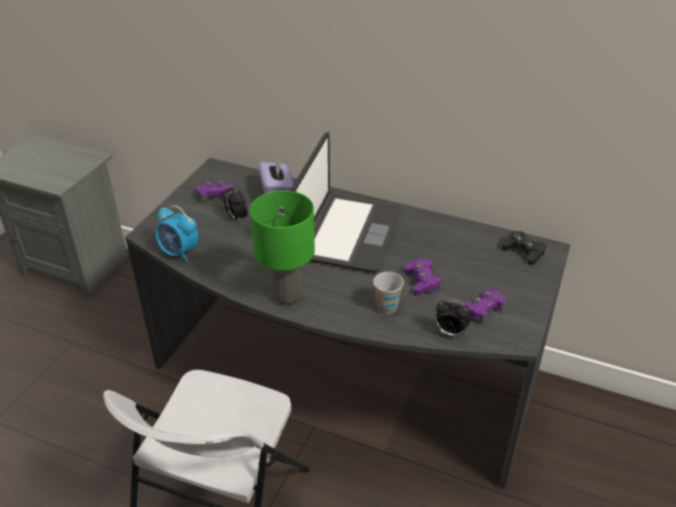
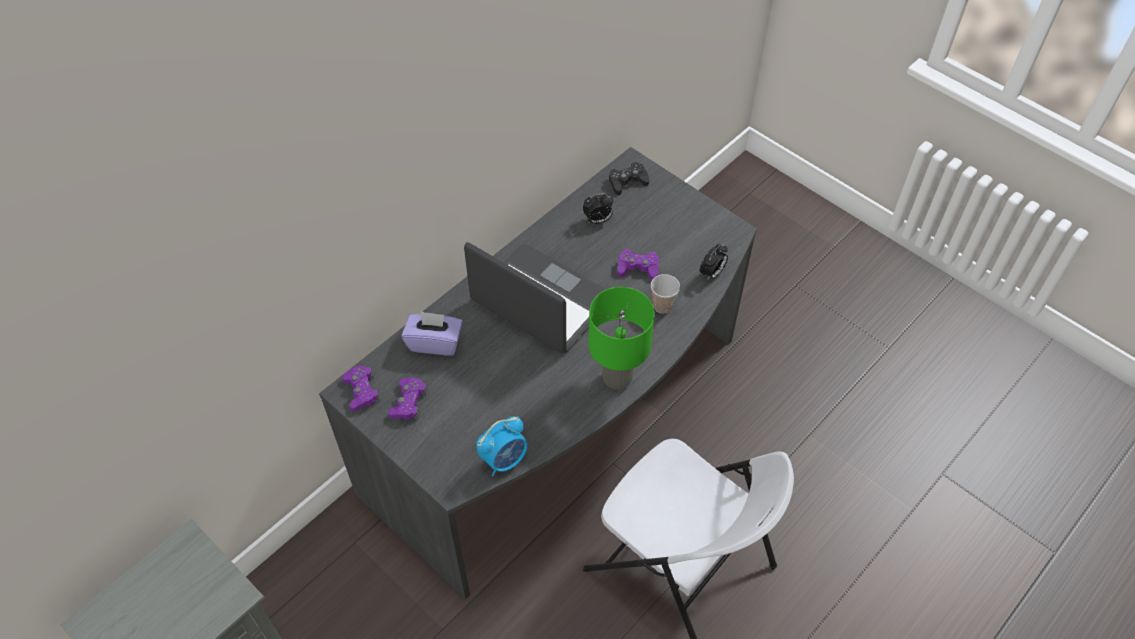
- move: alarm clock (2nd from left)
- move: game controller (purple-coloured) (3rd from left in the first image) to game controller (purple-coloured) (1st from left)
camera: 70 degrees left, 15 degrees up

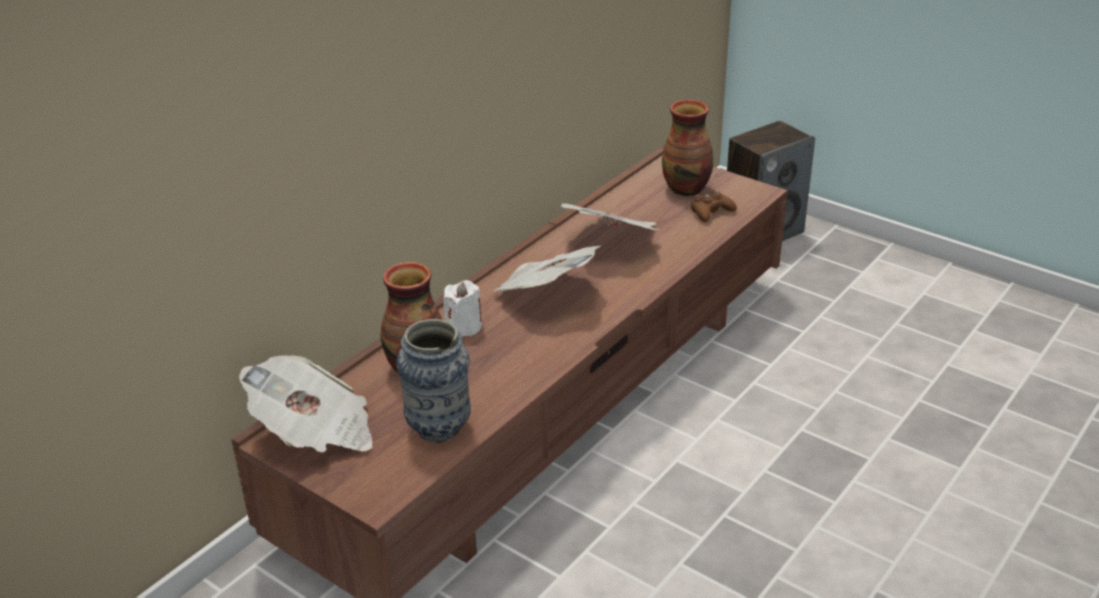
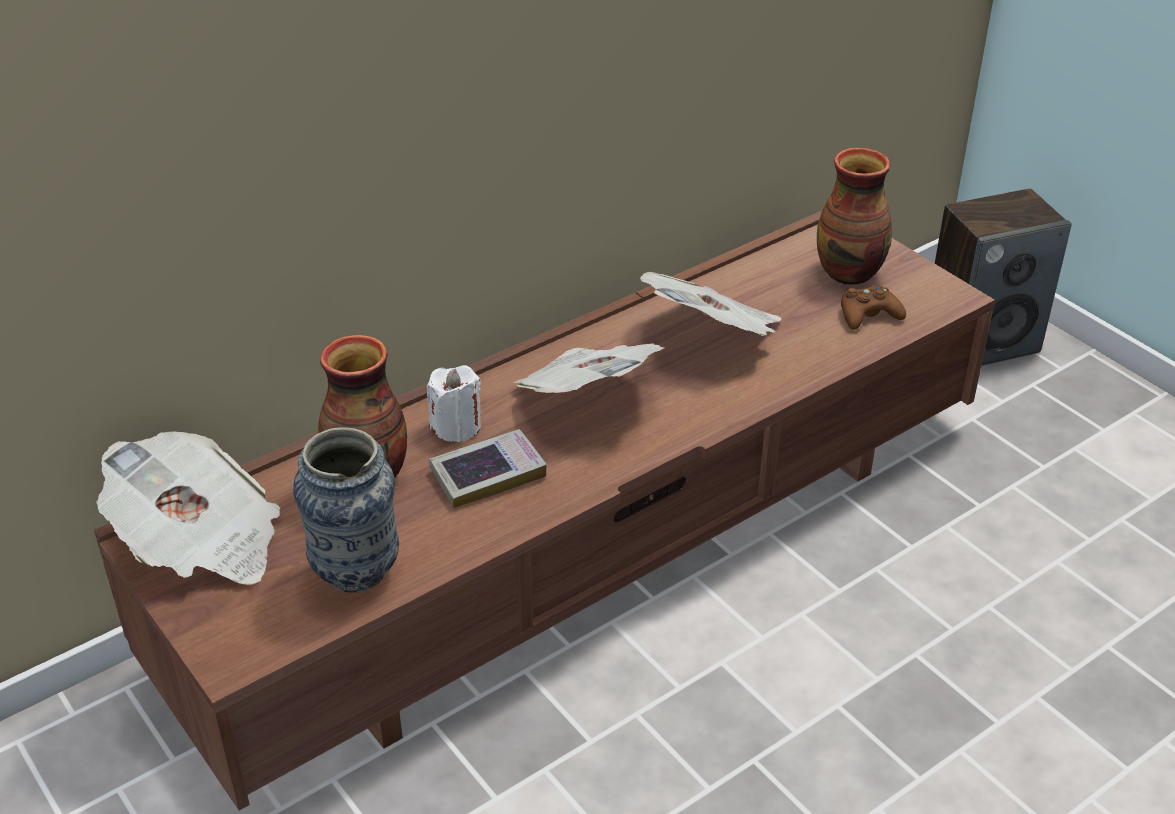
- insert: volume
camera: 15 degrees right, 5 degrees up

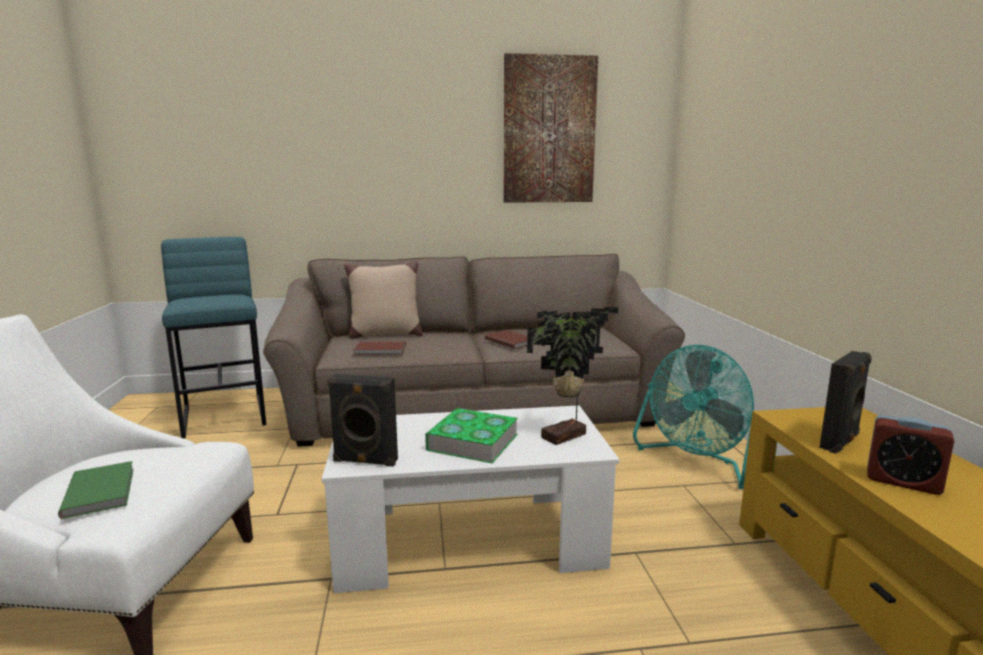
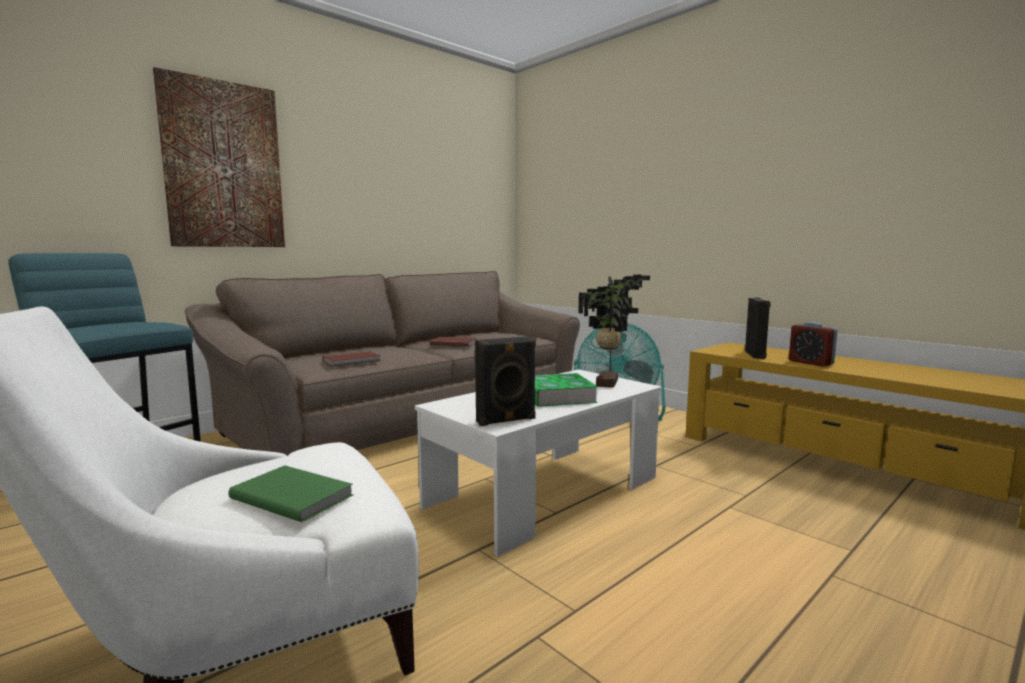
- delete: pillow (sand-coloured)
- move: wall art
- rotate: alarm clock 60 degrees clockwise
camera: 35 degrees left, 5 degrees down

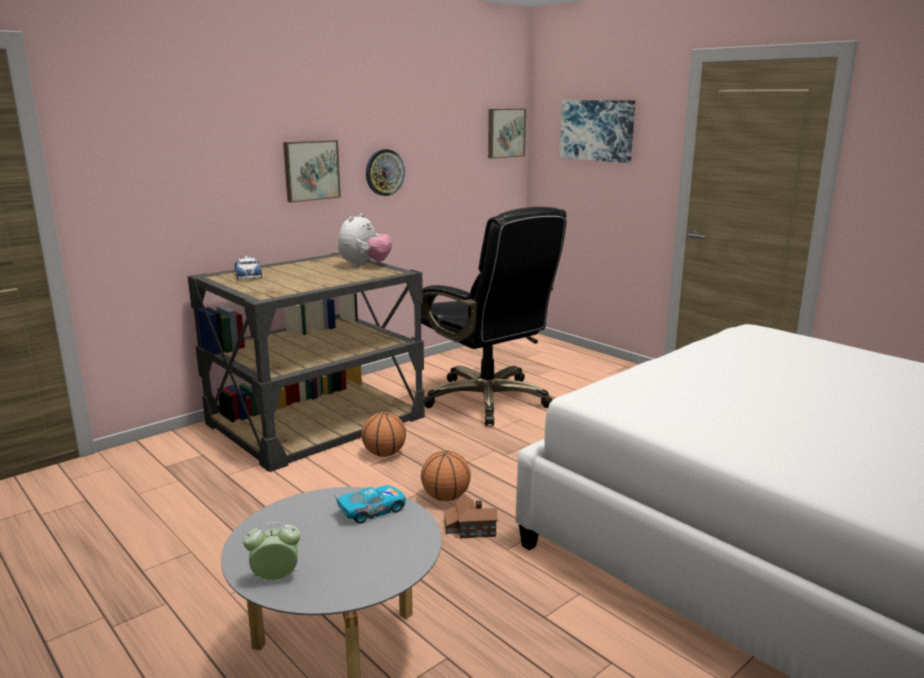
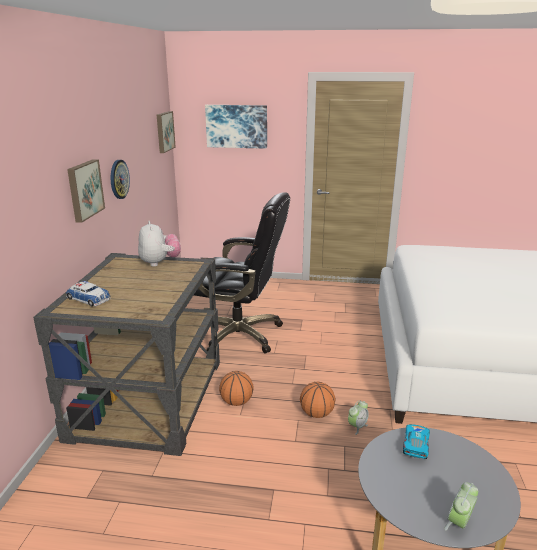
- replace: toy house to alarm clock (1st from left)
camera: 40 degrees left, 5 degrees up

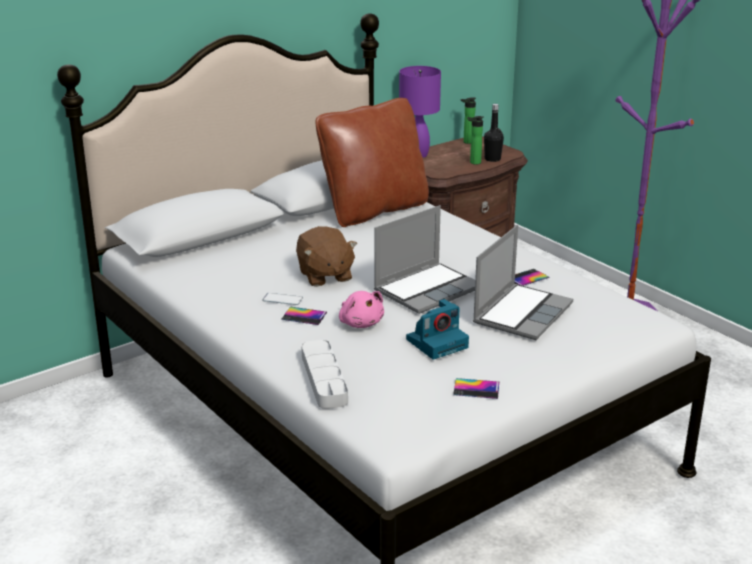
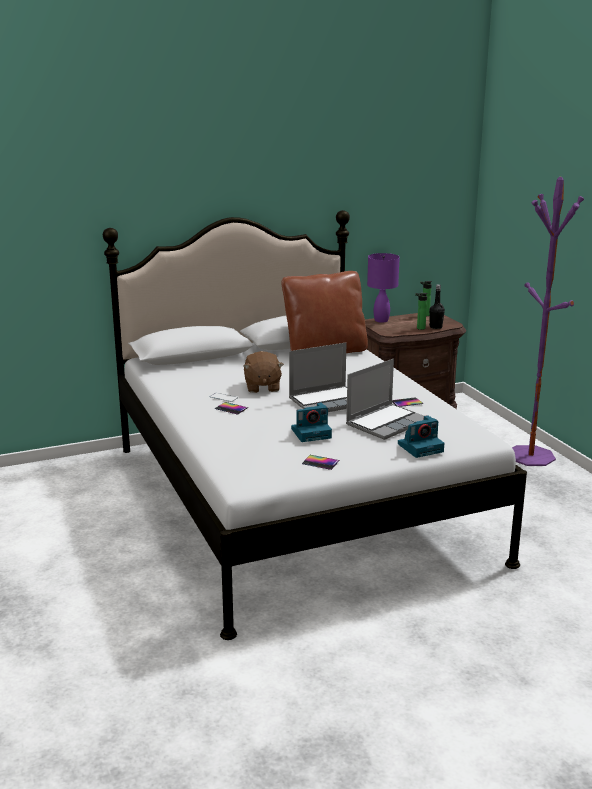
- delete: tray (greyish)
- delete: plush toy (pink)
- insert: photo camera (2nd from left)
camera: 15 degrees right, 5 degrees down

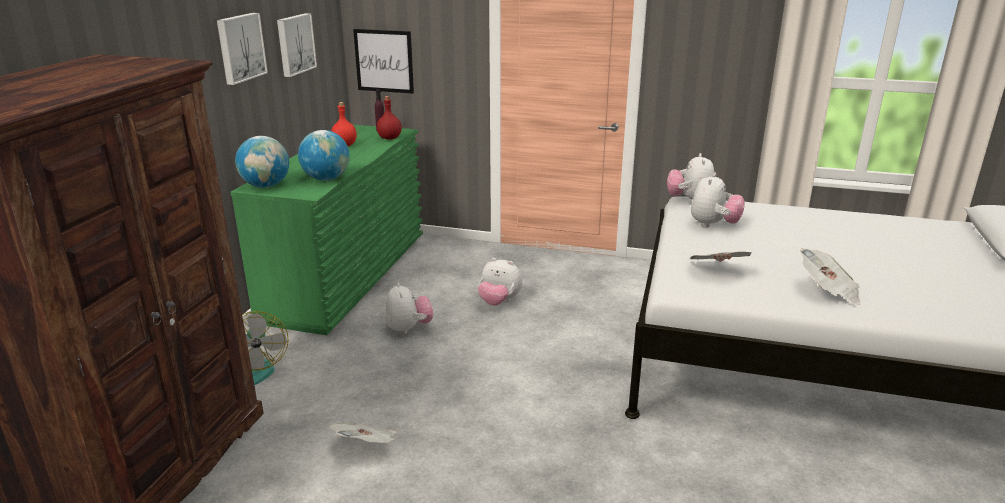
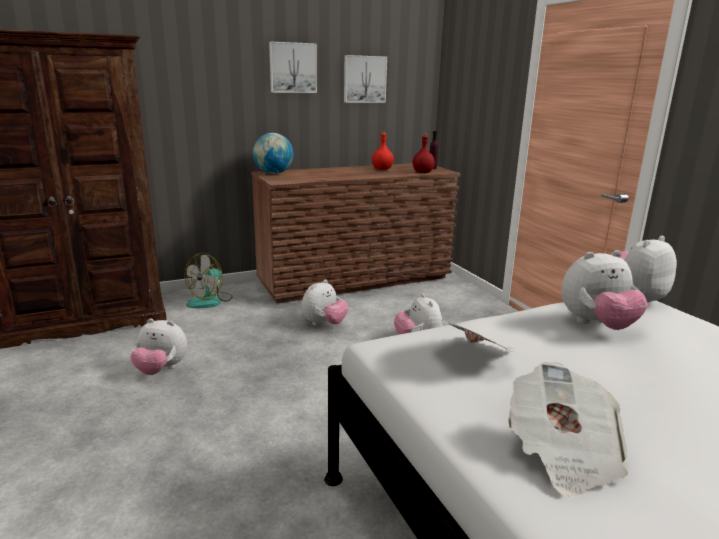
- delete: globe (2nd from left)
- delete: wall art (3rd from left)
- replace: newspaper (1st from left) to plush toy (1st from left)
- recolor: chest of drawers (greenish) to chest of drawers (brown)
camera: 50 degrees right, 5 degrees down

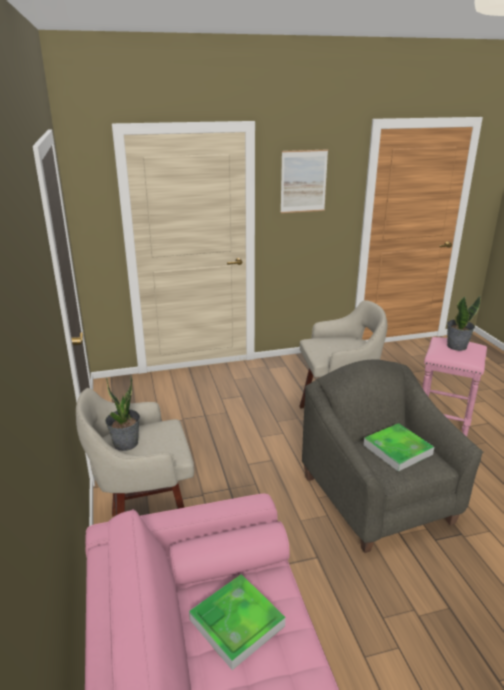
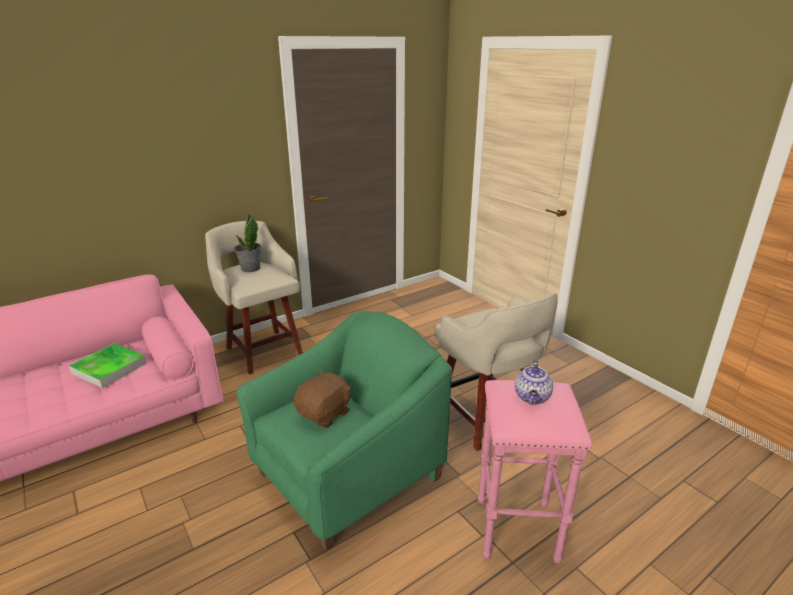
- delete: wall art
- replace: tray (2nd from left) to plush toy (brown)
- replace: potted plant (2nd from left) to teapot
- recolor: easy chair (greyish) to easy chair (greenish)
camera: 70 degrees right, 0 degrees up

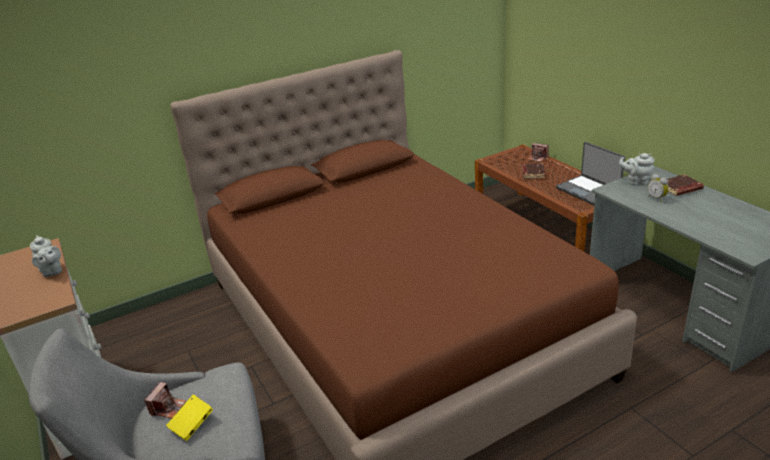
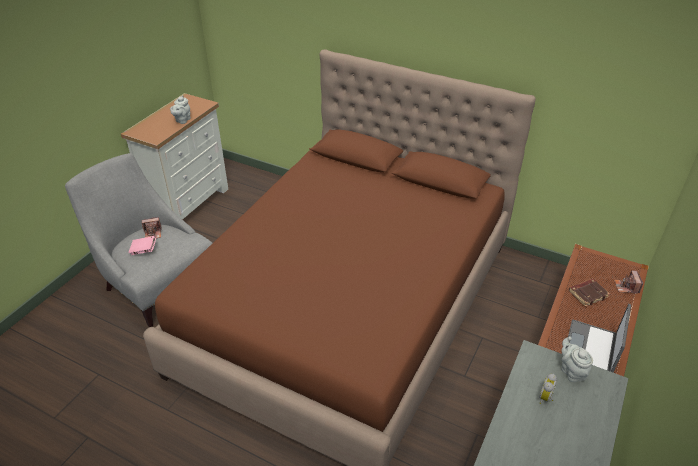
- delete: volume (brown) (2nd from left)
- recolor: volume (yellowish) to volume (pink)
camera: 55 degrees right, 10 degrees up

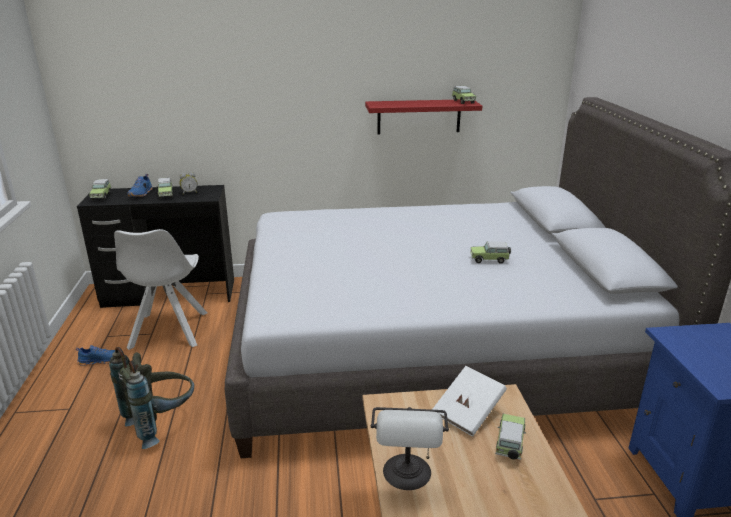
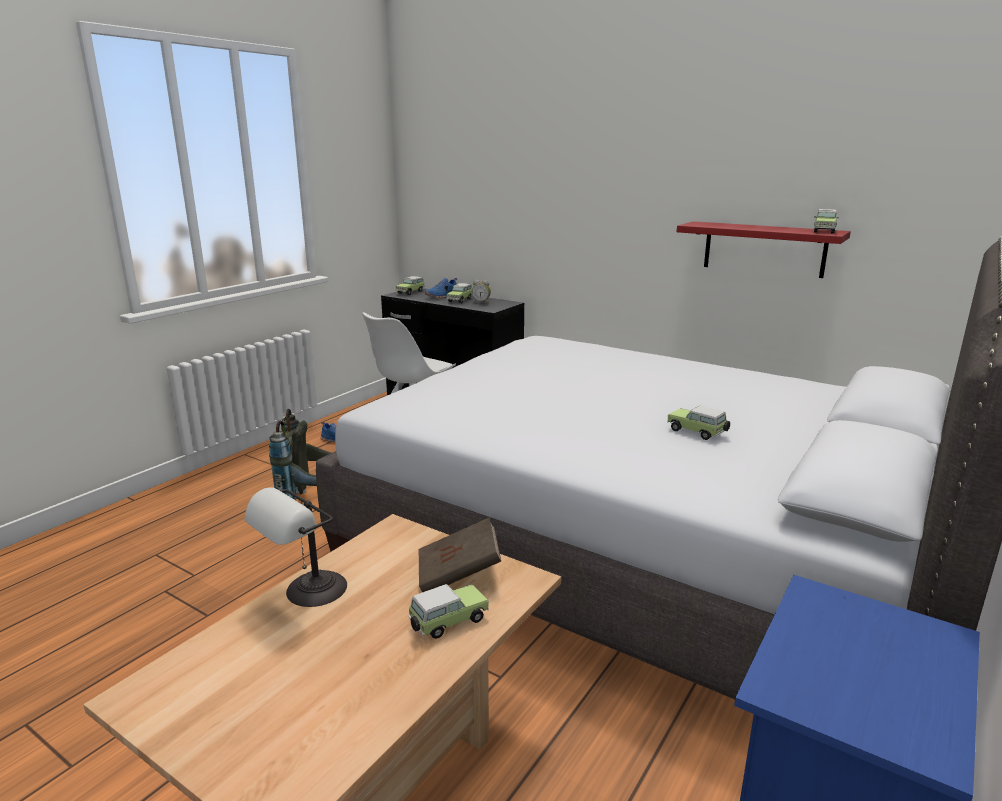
- recolor: volume (whitish) to volume (brown)
camera: 40 degrees right, 5 degrees down

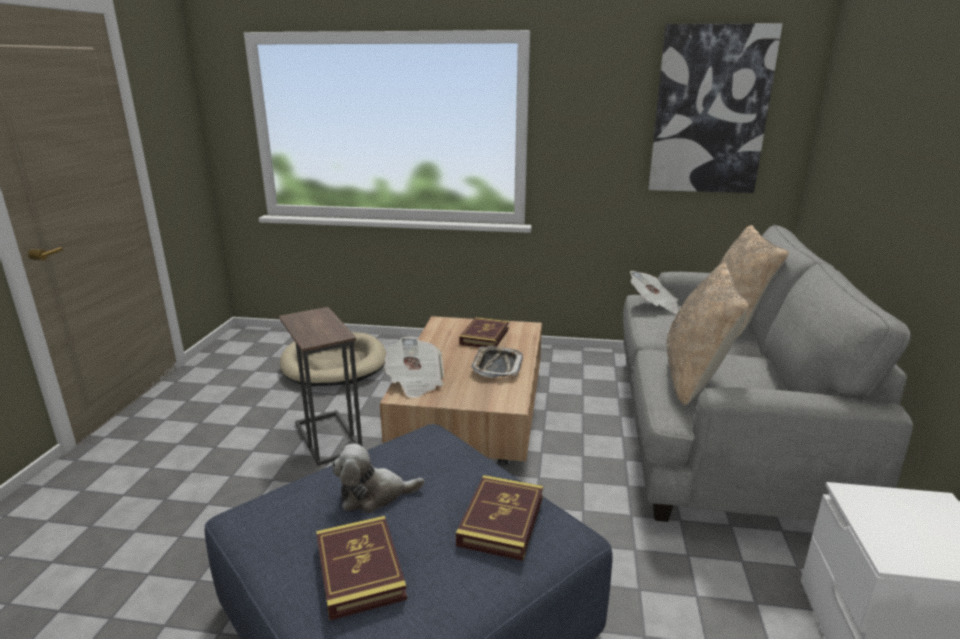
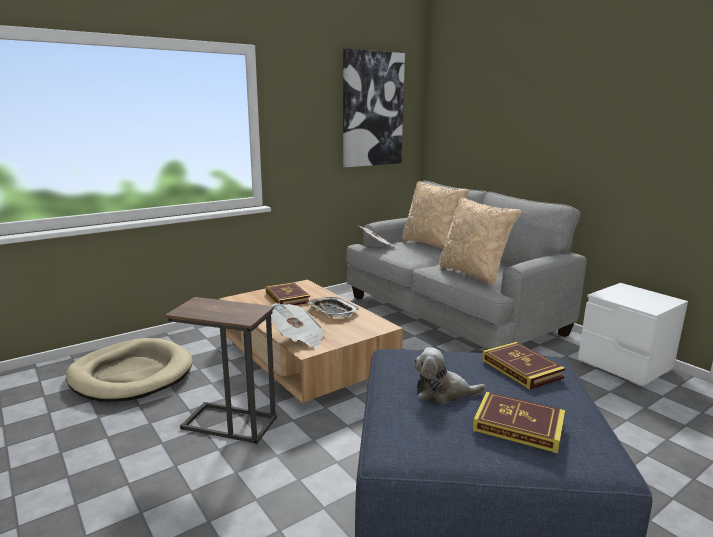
- rotate: plush toy 60 degrees clockwise
camera: 45 degrees left, 5 degrees down

